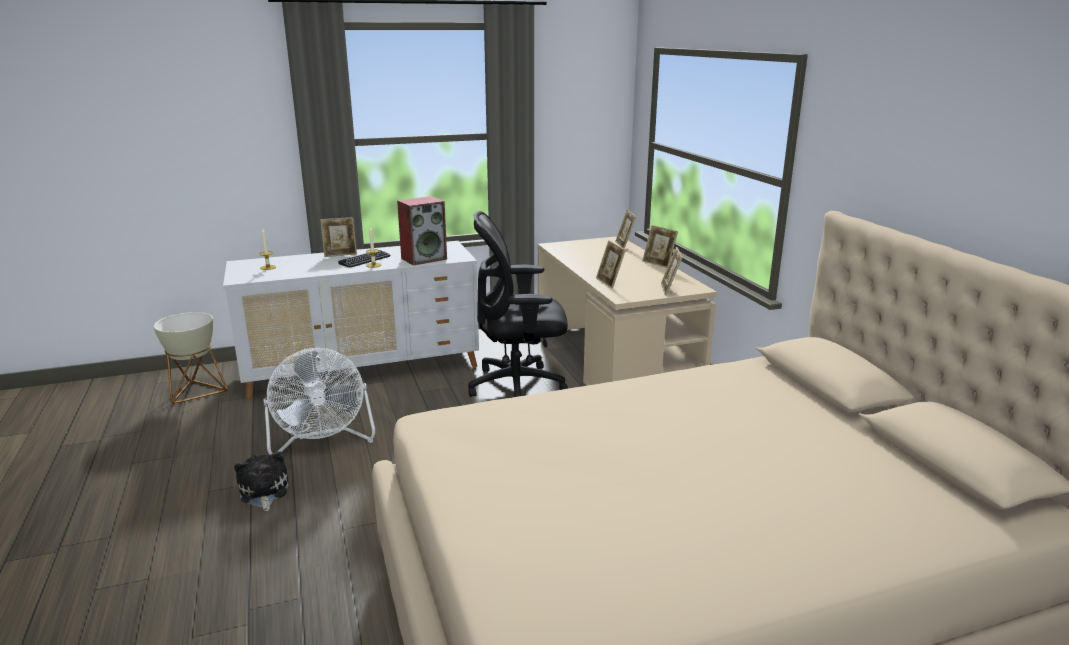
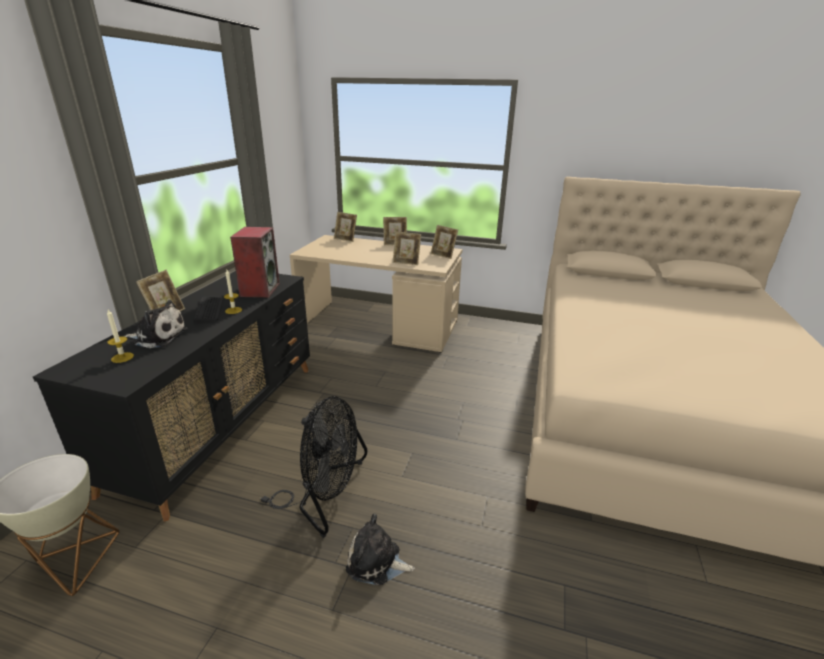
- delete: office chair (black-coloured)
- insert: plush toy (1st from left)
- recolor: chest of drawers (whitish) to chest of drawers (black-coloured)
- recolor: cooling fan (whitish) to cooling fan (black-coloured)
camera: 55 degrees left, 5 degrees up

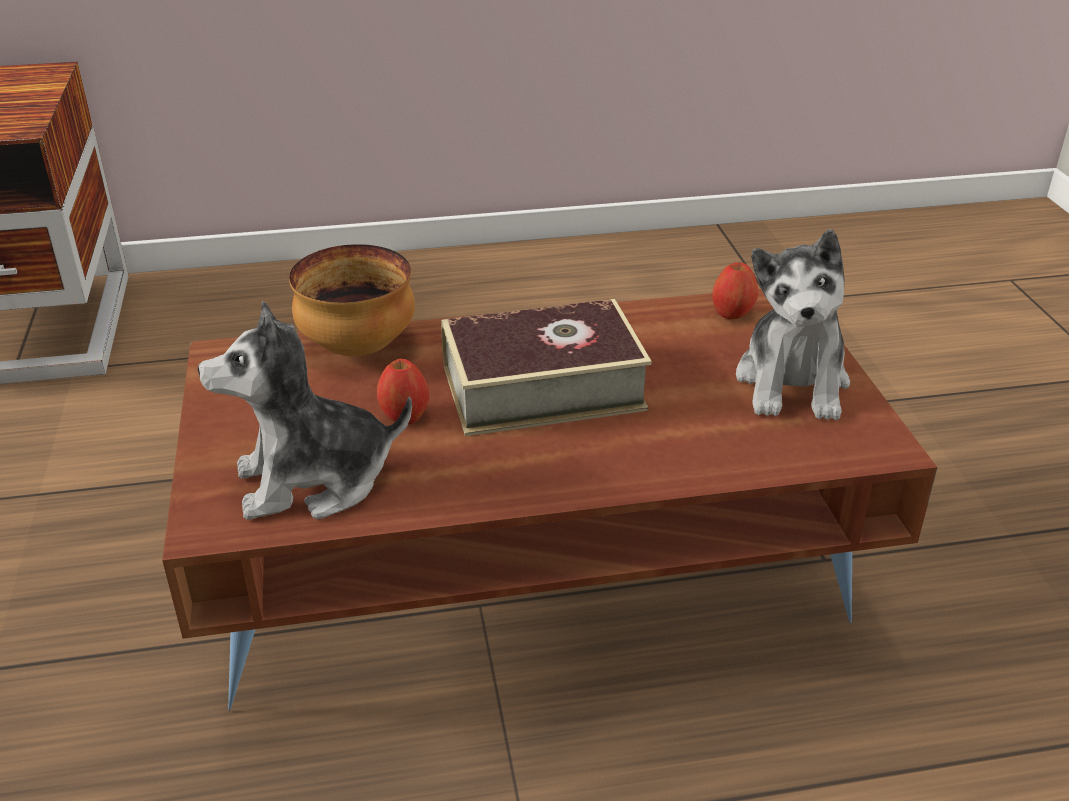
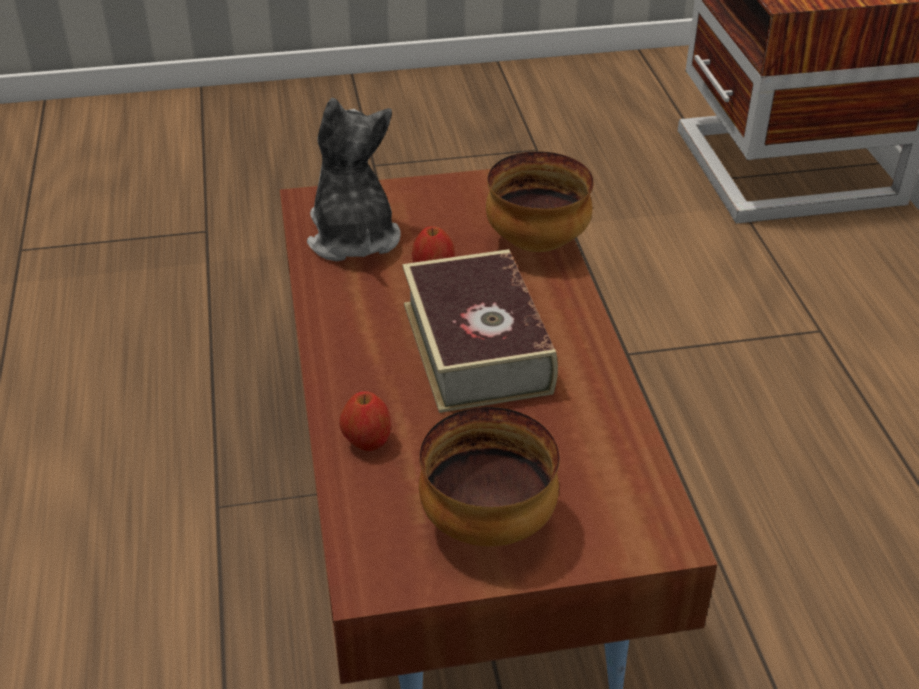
- move: whole apple (2nd from left in the first image) to whole apple (1st from left)
- replace: plush toy (2nd from left) to serving bowl (1st from left)
camera: 90 degrees right, 5 degrees up

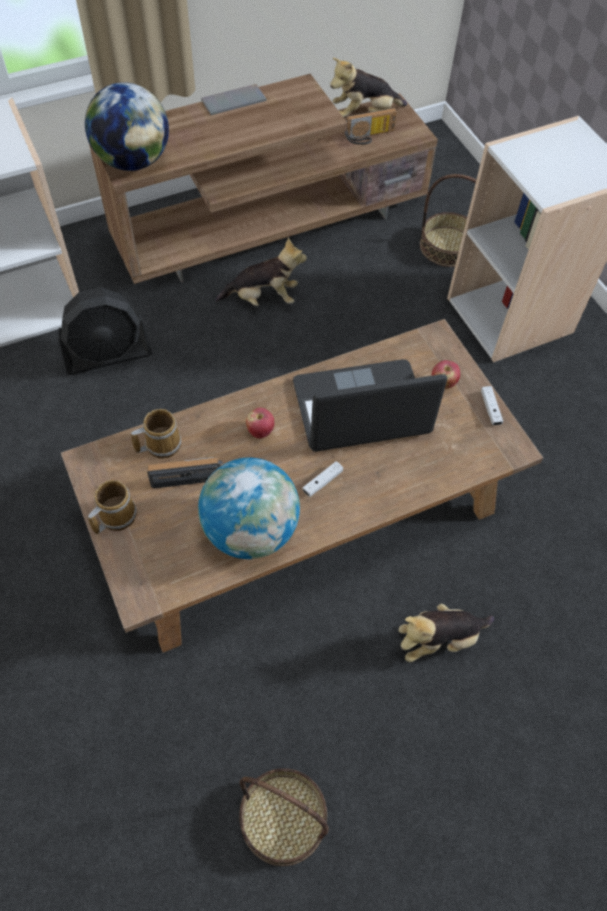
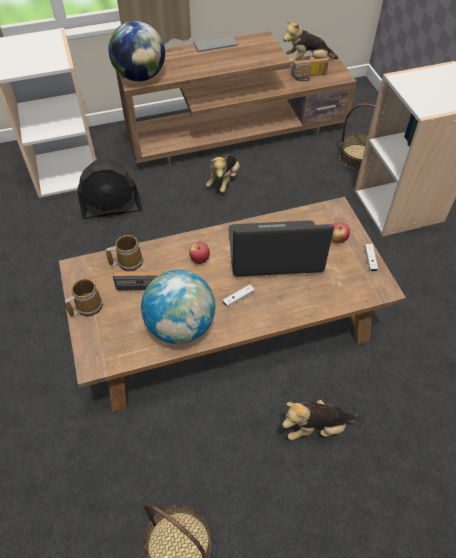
- rotate: plush toy (1st from left) 105 degrees clockwise
camera: 10 degrees right, 5 degrees down

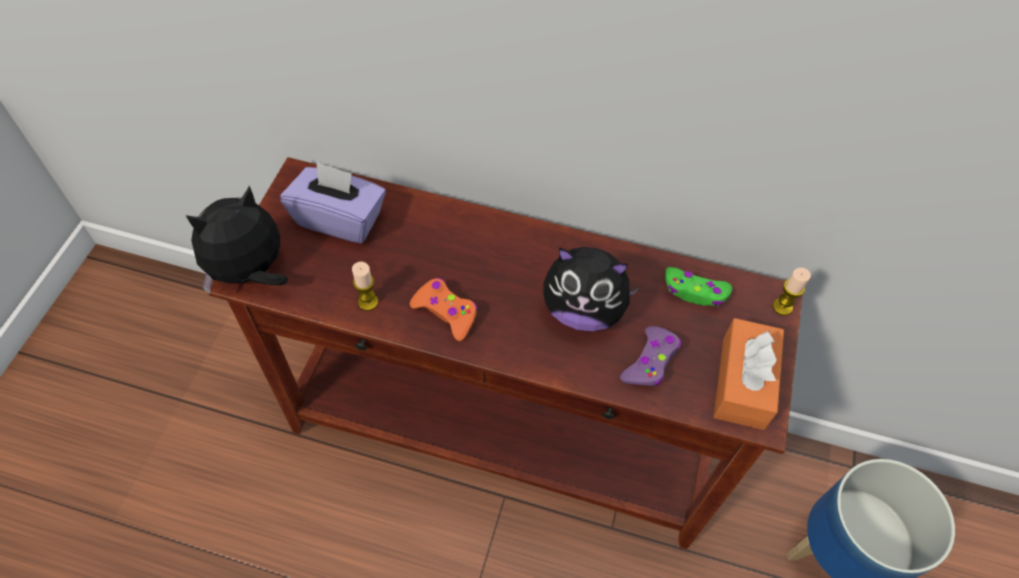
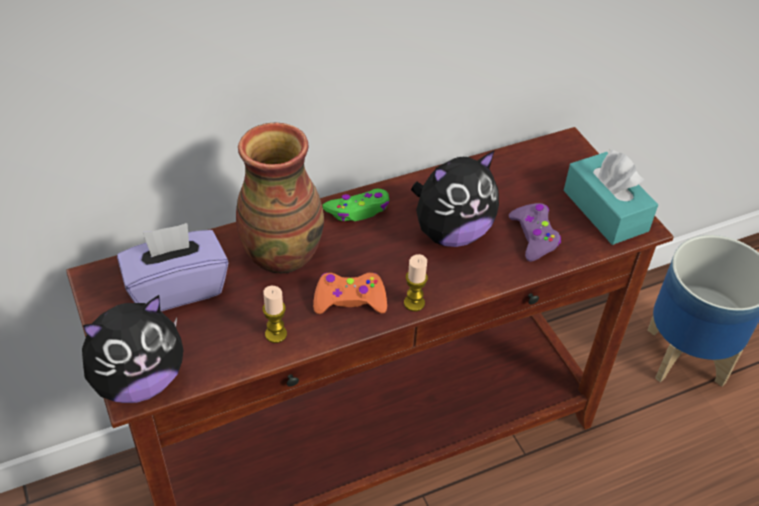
- insert: vase
- move: game controller (greenish)
- move: wax light (2nd from left)
- recolor: tissue box (orange) to tissue box (turquoise-coloured)
- rotate: plush toy (1st from left) 135 degrees counterclockwise
camera: 40 degrees left, 10 degrees down

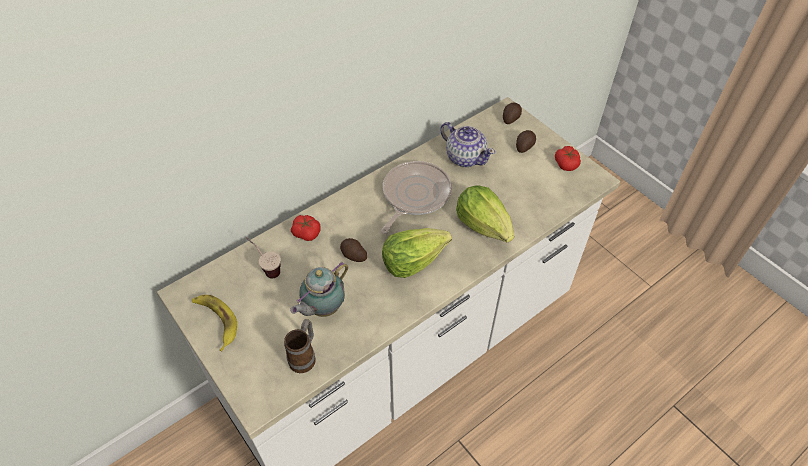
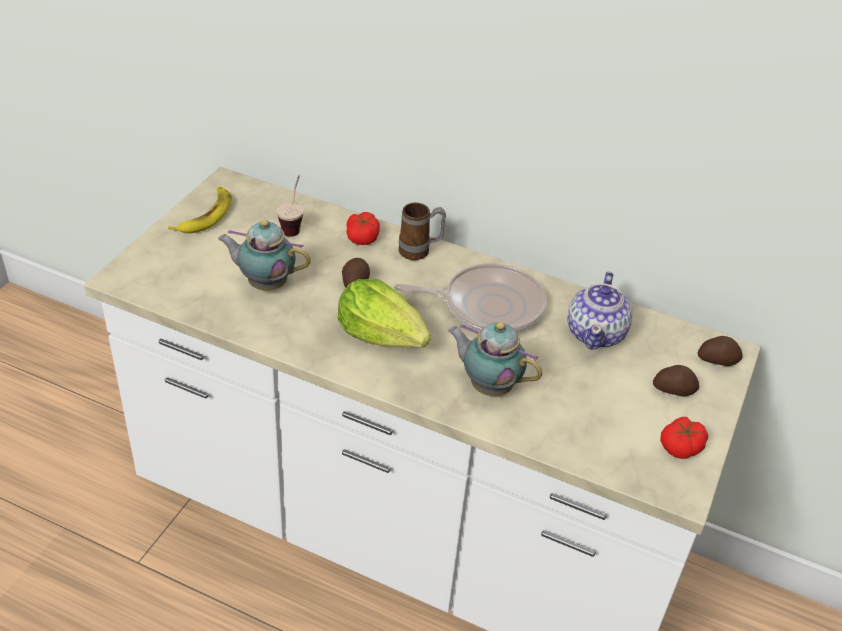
- move: coffee mug
- replace: head of lettuce (2nd from left) to teapot (2nd from left)
camera: 60 degrees right, 10 degrees down

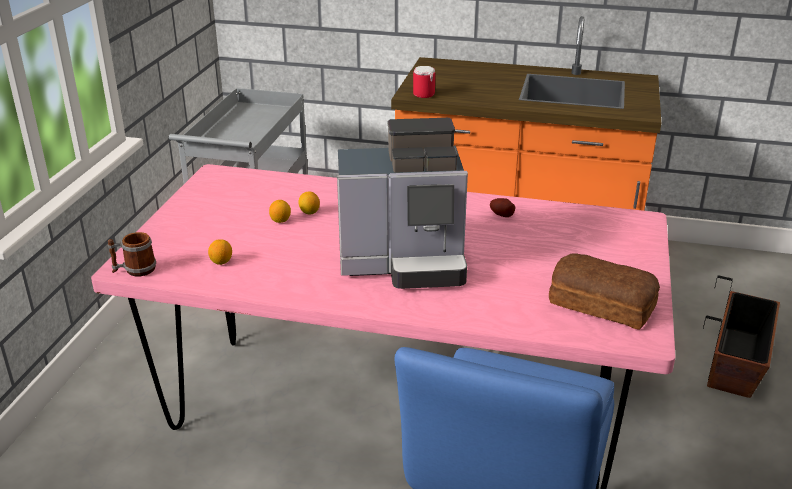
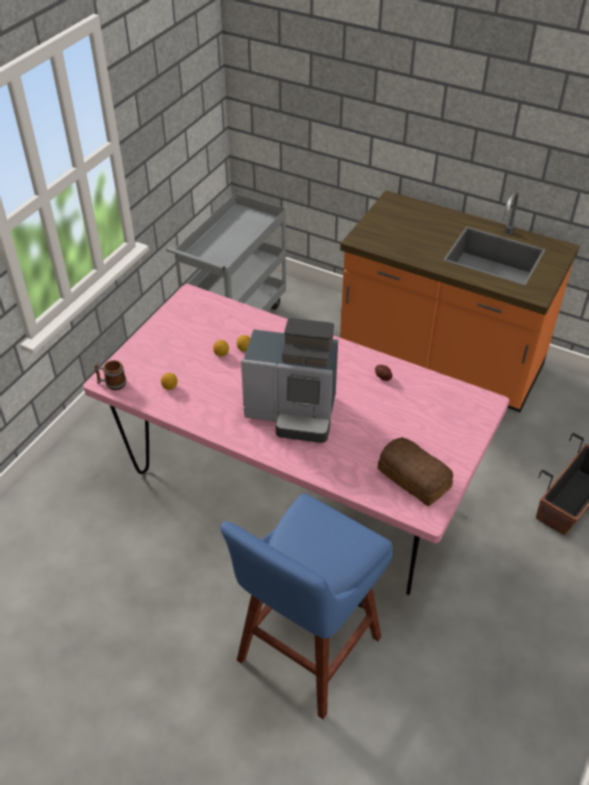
- delete: coffee mug (2nd from left)
camera: 15 degrees right, 15 degrees up

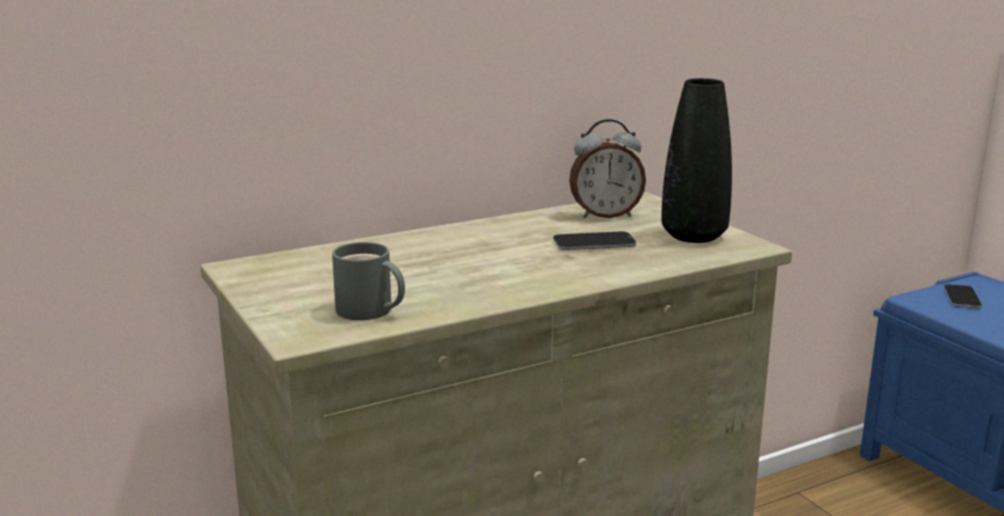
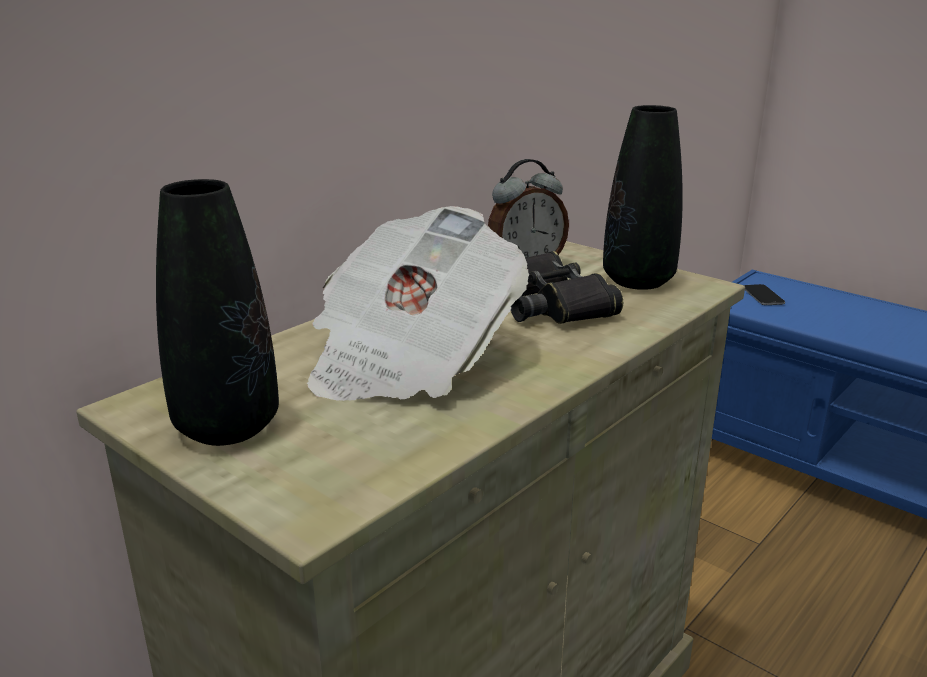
- delete: coffee mug (greyish)
- insert: vase (black-coloured) (1st from left)
- insert: newspaper
- replace: phone (1st from left) to binoculars (black-coloured)
camera: 20 degrees left, 5 degrees up

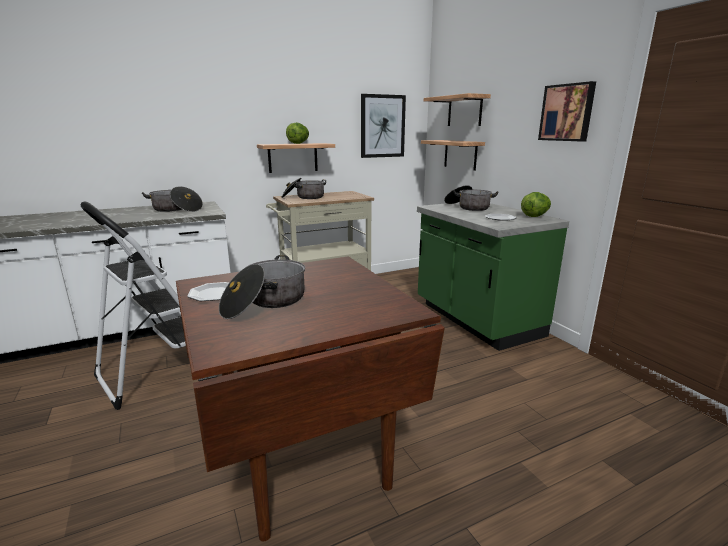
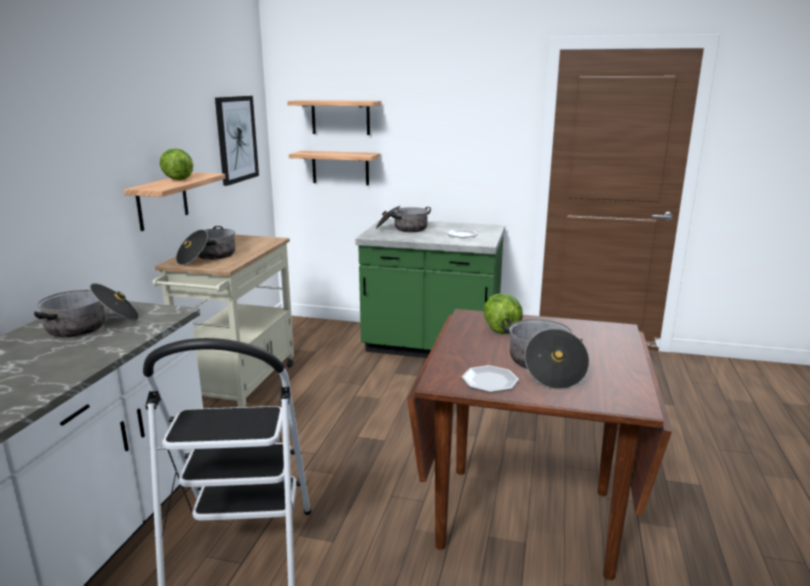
- delete: wall art (2nd from left)
- move: head of lettuce (2nd from left)
camera: 50 degrees left, 0 degrees up

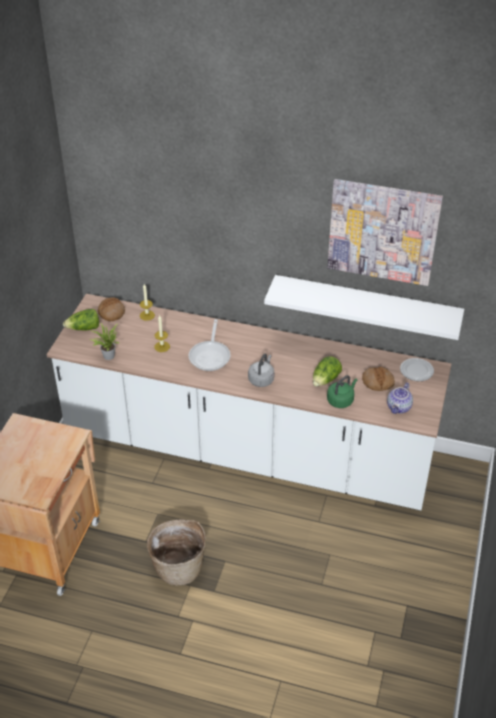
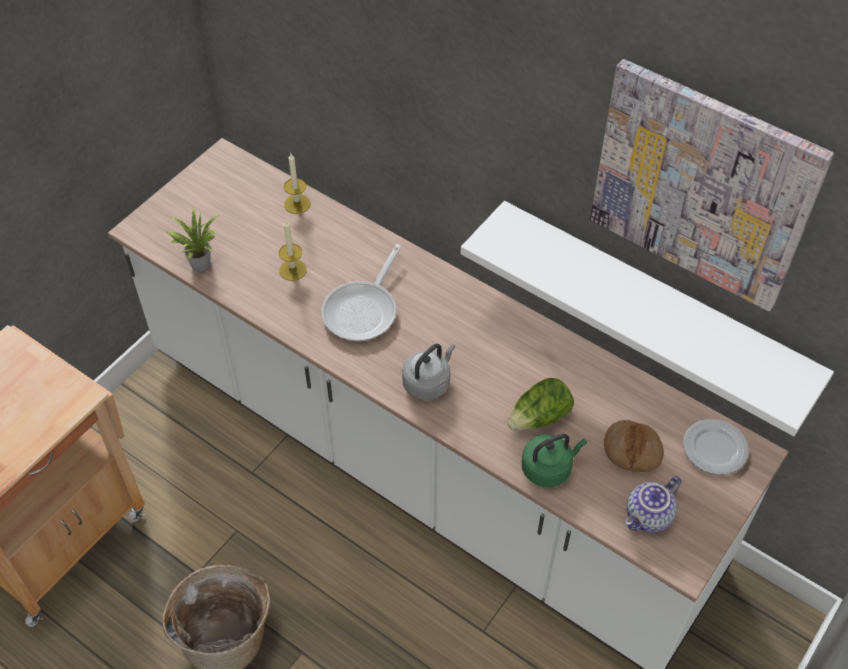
- delete: head of lettuce (1st from left)
- delete: baked bread (1st from left)
camera: 20 degrees right, 10 degrees up

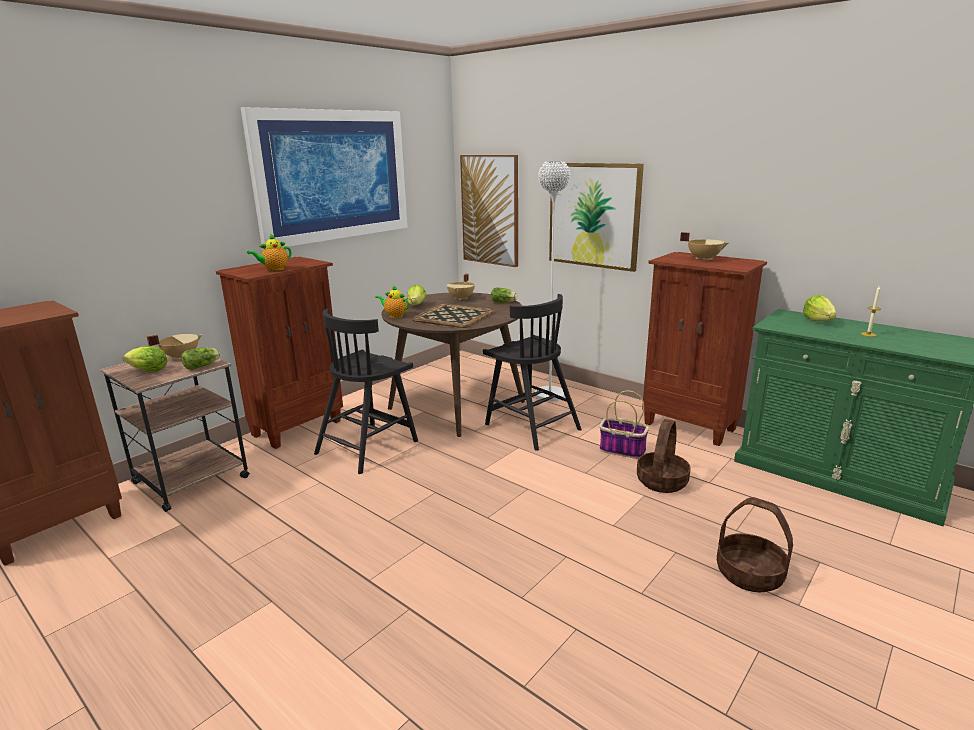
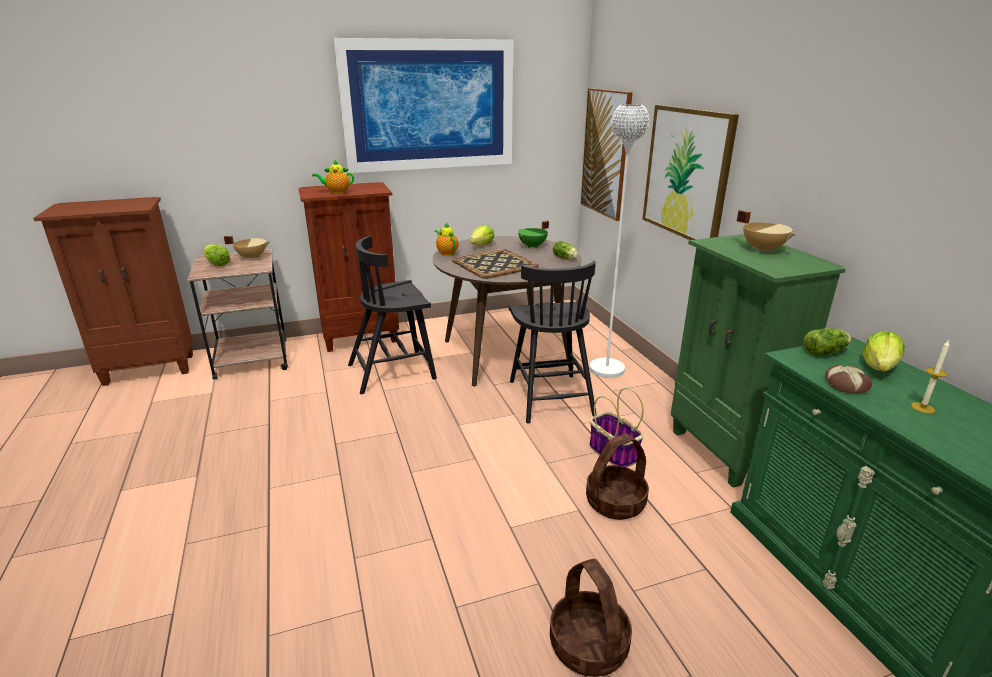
- insert: baked bread
- move: head of lettuce (2nd from left in the first image) to head of lettuce (4th from left)
- recolor: saucepot (sand-coloured) (2nd from left) to saucepot (greenish)
- recolor: storage cabinet (brown) (3rd from left) to storage cabinet (greenish)
camera: 30 degrees right, 5 degrees up

